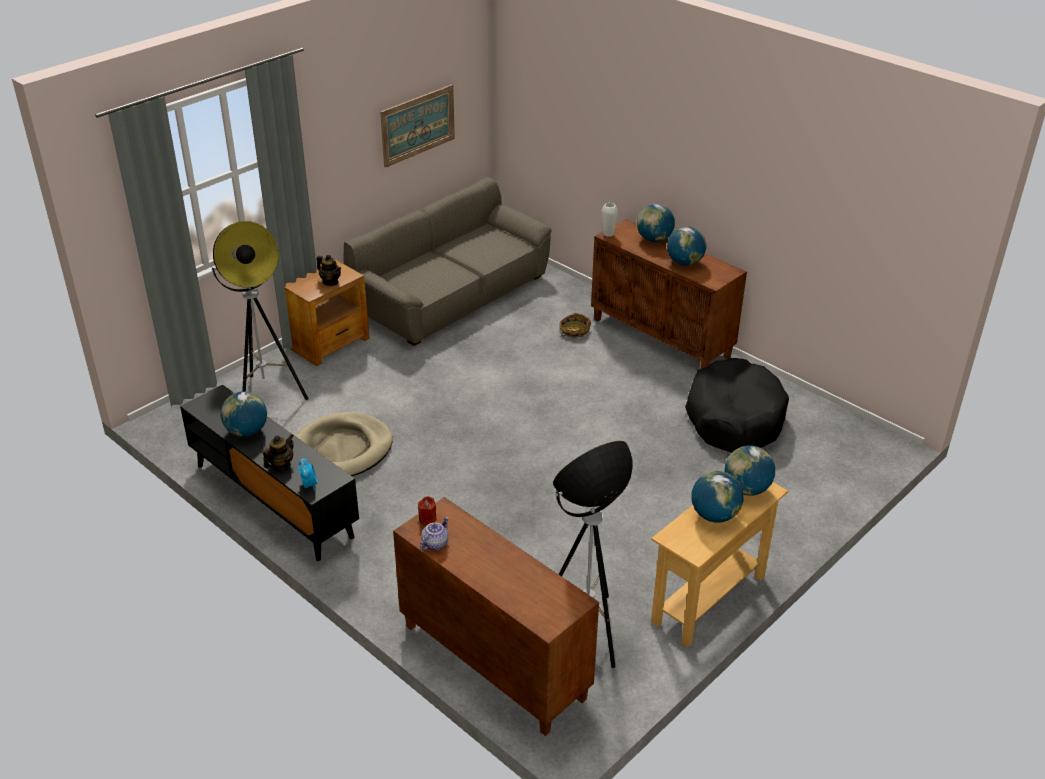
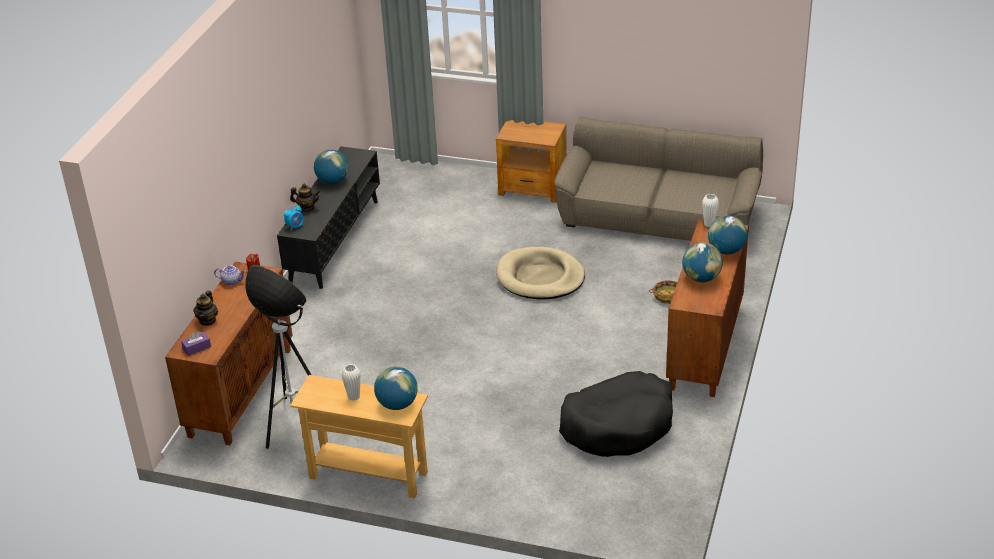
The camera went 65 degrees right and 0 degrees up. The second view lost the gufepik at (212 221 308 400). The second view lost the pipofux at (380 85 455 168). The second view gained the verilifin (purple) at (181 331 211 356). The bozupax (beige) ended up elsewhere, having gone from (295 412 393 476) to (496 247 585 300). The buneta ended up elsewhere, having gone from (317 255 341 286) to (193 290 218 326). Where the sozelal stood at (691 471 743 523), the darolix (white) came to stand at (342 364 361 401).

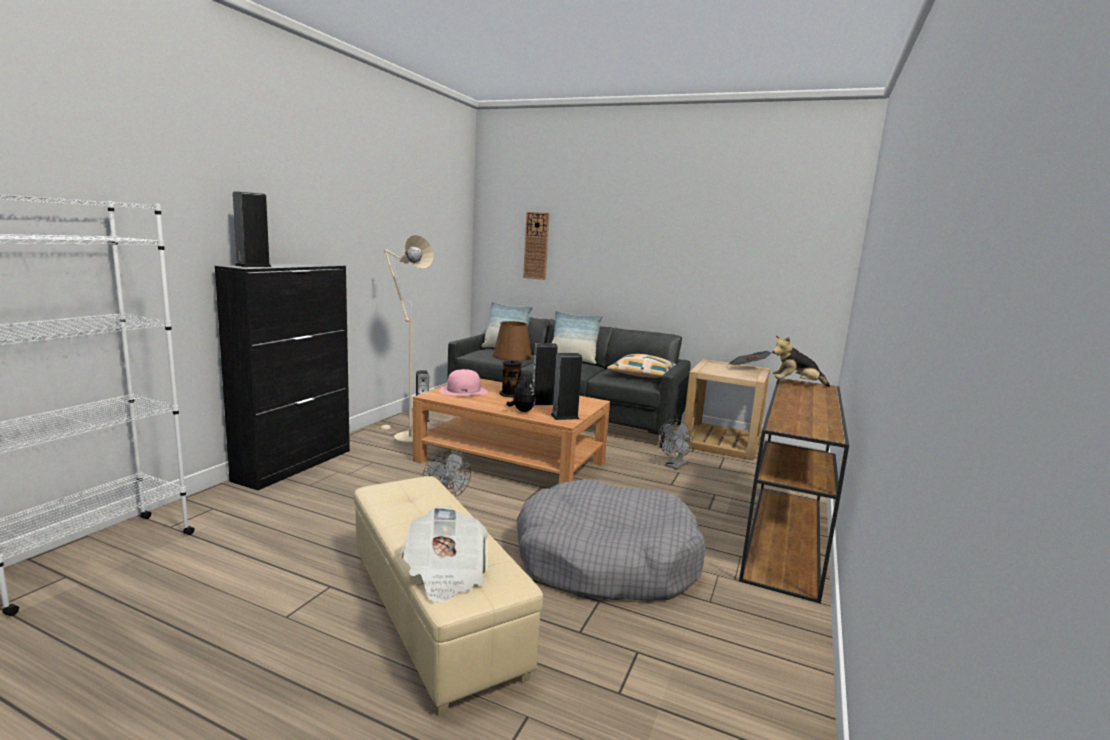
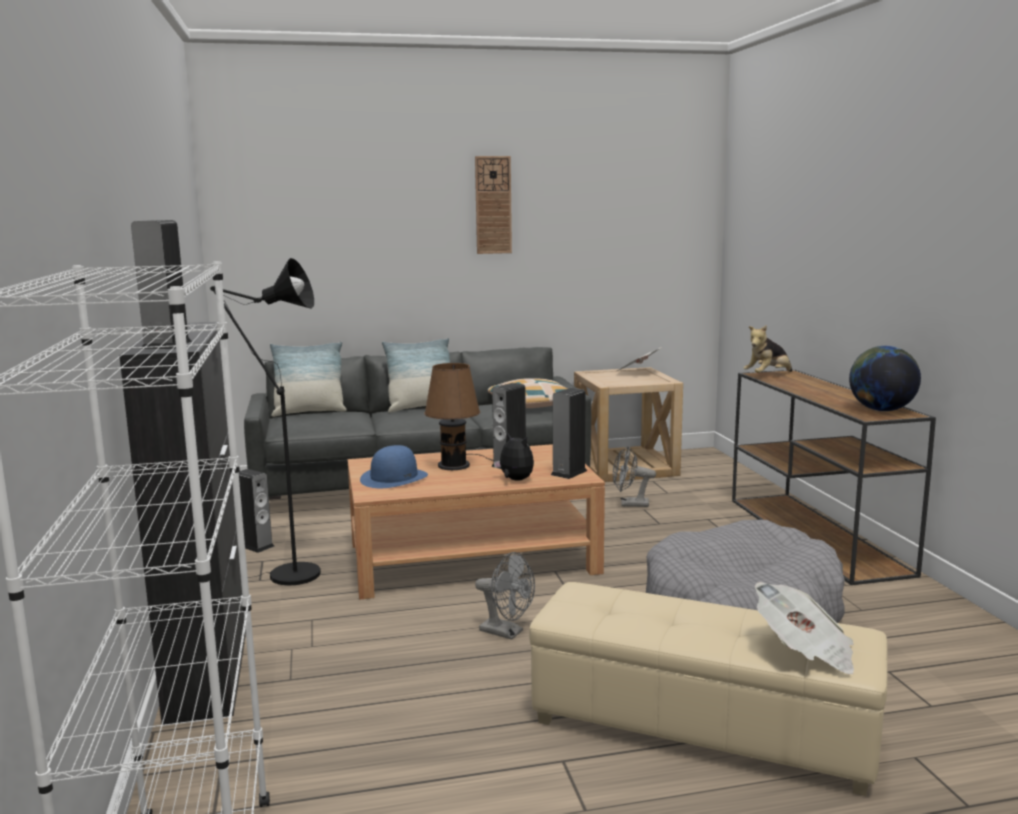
The camera went 35 degrees left and 0 degrees up. The second view gained the sozelal at (849 346 921 411). The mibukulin ended up elsewhere, having gone from (523 212 549 280) to (475 156 512 254). What was the gufepik (beige) at (377 235 434 444) turned into the gufepik (black) at (210 258 321 586). What was the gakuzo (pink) at (440 369 488 395) turned into the gakuzo (blue) at (360 445 428 488). The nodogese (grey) at (658 419 693 469) ended up facing another way, 90 degrees clockwise from before.

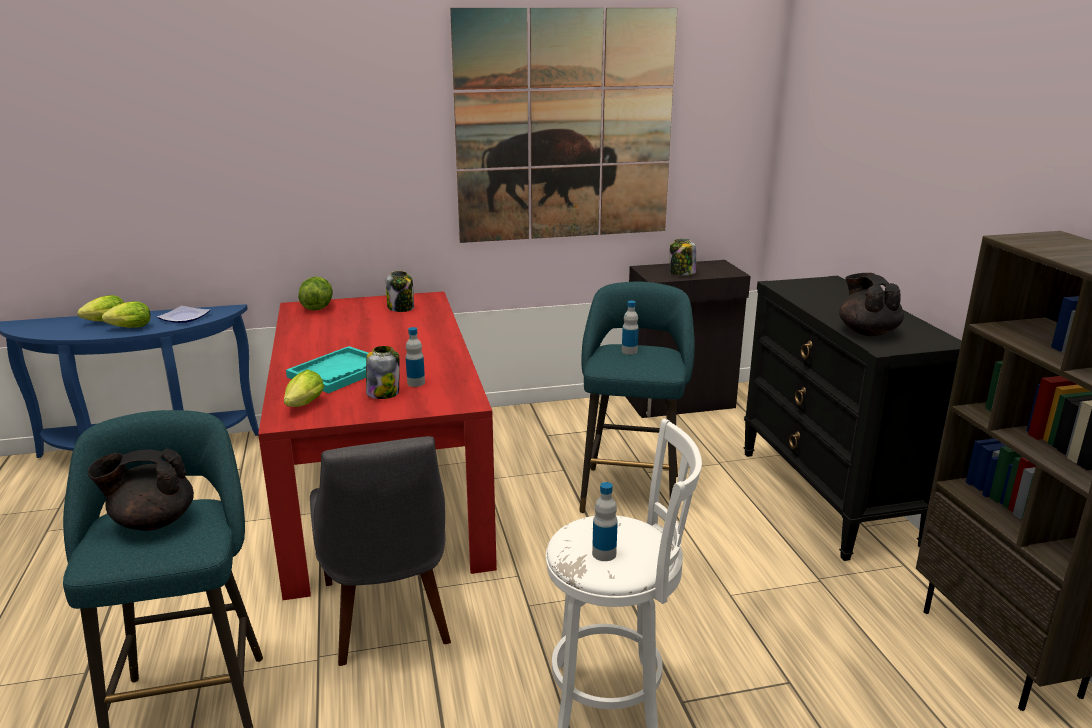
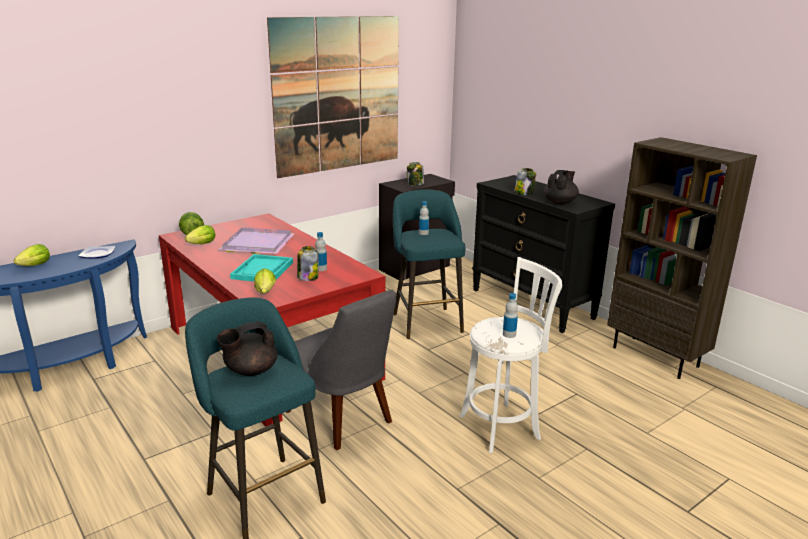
The camera went 25 degrees left and 0 degrees up. The second view gained the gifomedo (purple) at (218 228 295 254). The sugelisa ended up elsewhere, having gone from (102 301 150 328) to (185 225 215 244). The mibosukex ended up elsewhere, having gone from (386 271 414 312) to (515 168 536 195). The buneta (black) at (839 273 904 336) ended up facing another way, 75 degrees clockwise from before.

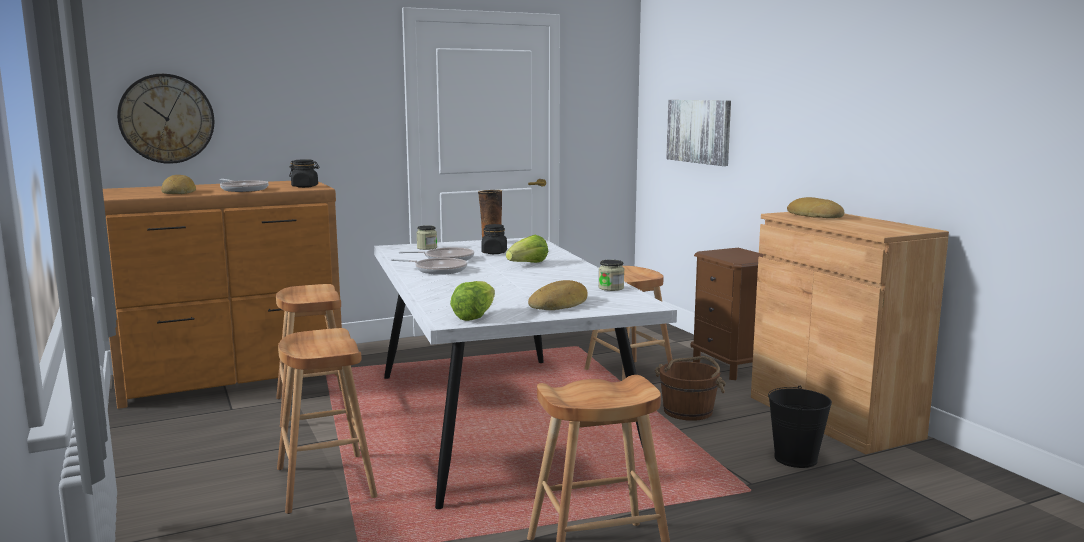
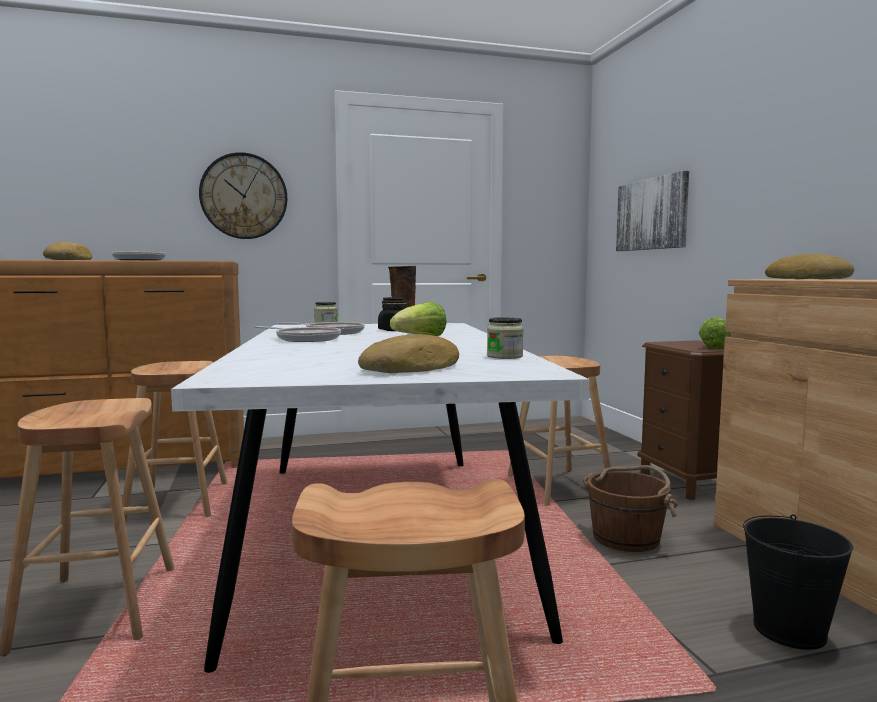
The camera went 10 degrees right and 5 degrees down. The second view lost the mibosukex (black) at (289 159 320 188). The mibukulin ended up elsewhere, having gone from (117 74 214 164) to (199 152 287 239). The sugelisa ended up elsewhere, having gone from (450 281 495 321) to (699 317 731 349).

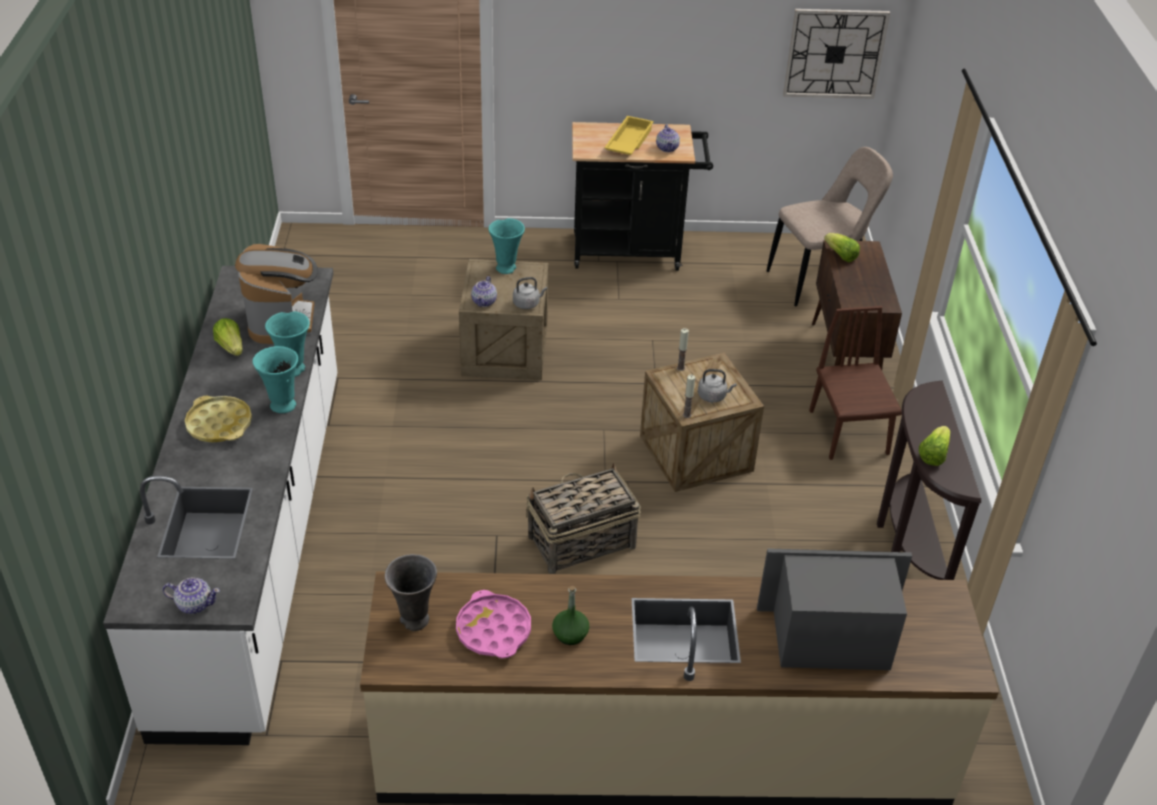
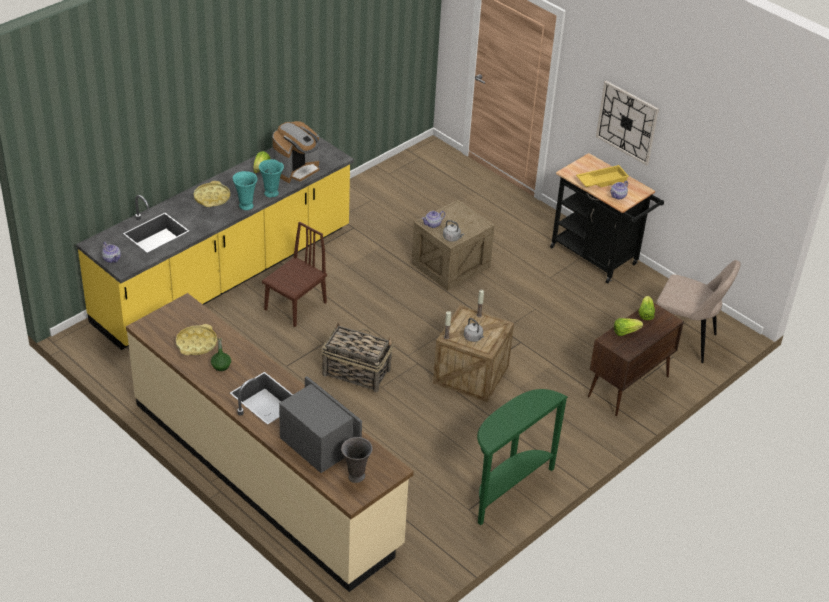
The camera went 45 degrees right and 0 degrees up. The second view lost the darolix (turquoise) at (489 218 525 274). The darolix (grey) ended up elsewhere, having gone from (385 554 437 631) to (341 437 372 483). The mibukulin ended up elsewhere, having gone from (783 9 890 99) to (596 81 659 166). The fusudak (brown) ended up elsewhere, having gone from (809 306 902 460) to (262 222 327 327). The sugelisa ended up elsewhere, having gone from (919 426 950 466) to (614 318 643 336). What was the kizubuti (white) at (103 266 337 745) turned into the kizubuti (yellow) at (76 137 354 350). What was the gifomedo (pink) at (456 590 531 658) turned into the gifomedo (yellow) at (176 324 217 355). What was the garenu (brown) at (877 381 981 580) turned into the garenu (green) at (477 389 568 525).

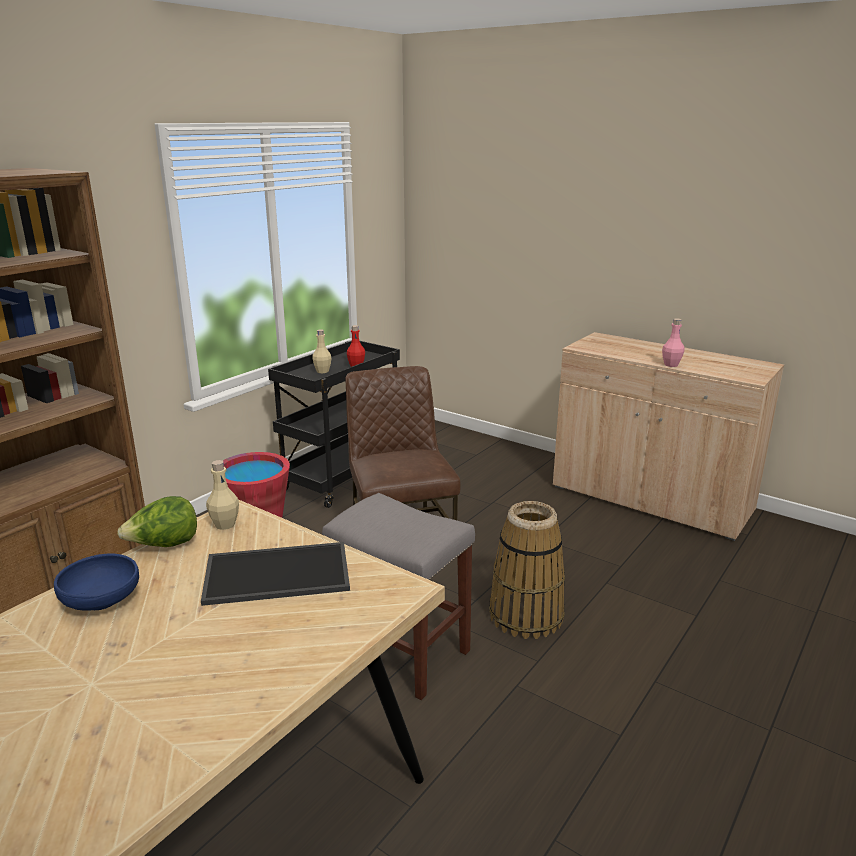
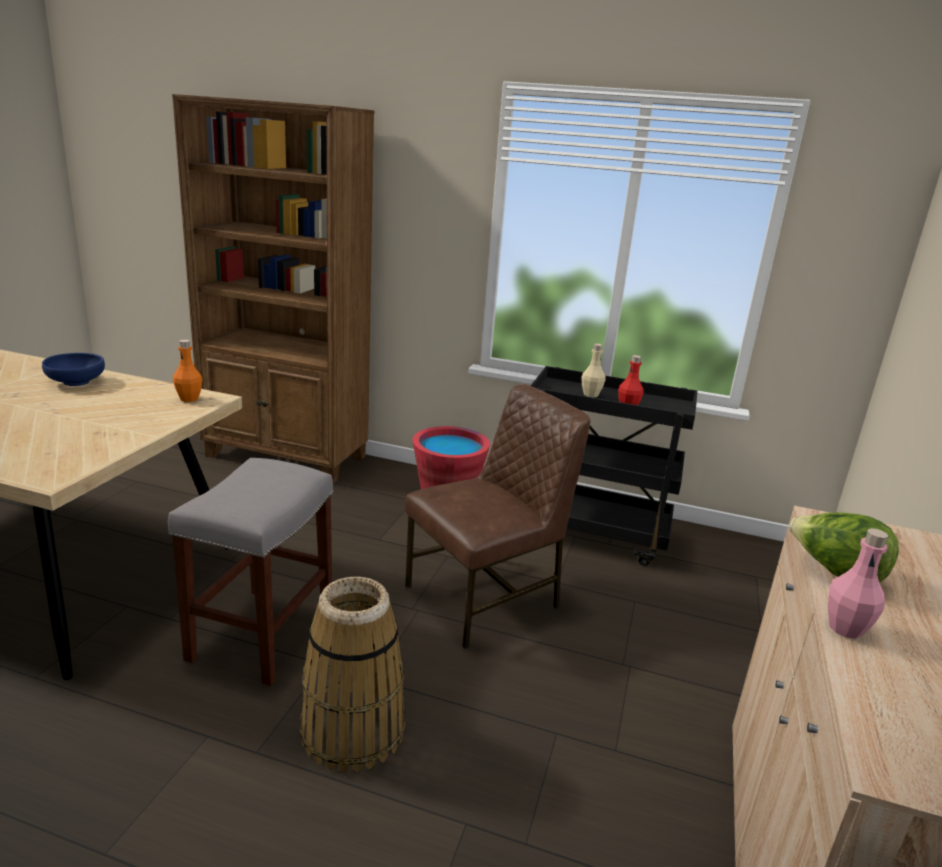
The camera went 70 degrees right and 0 degrees up. The second view lost the gifomedo at (201 542 350 606). The sugelisa ended up elsewhere, having gone from (117 496 197 547) to (789 512 899 583). What was the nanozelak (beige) at (206 460 239 530) turned into the nanozelak (orange) at (173 339 202 402).

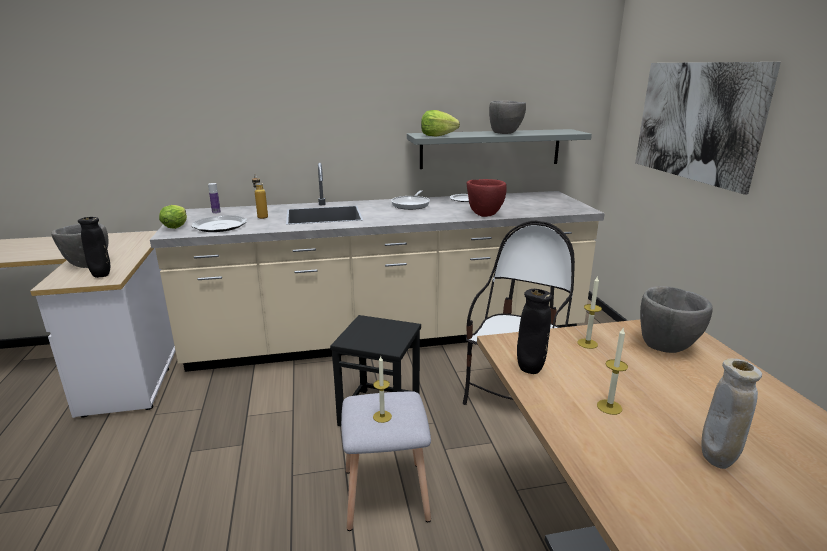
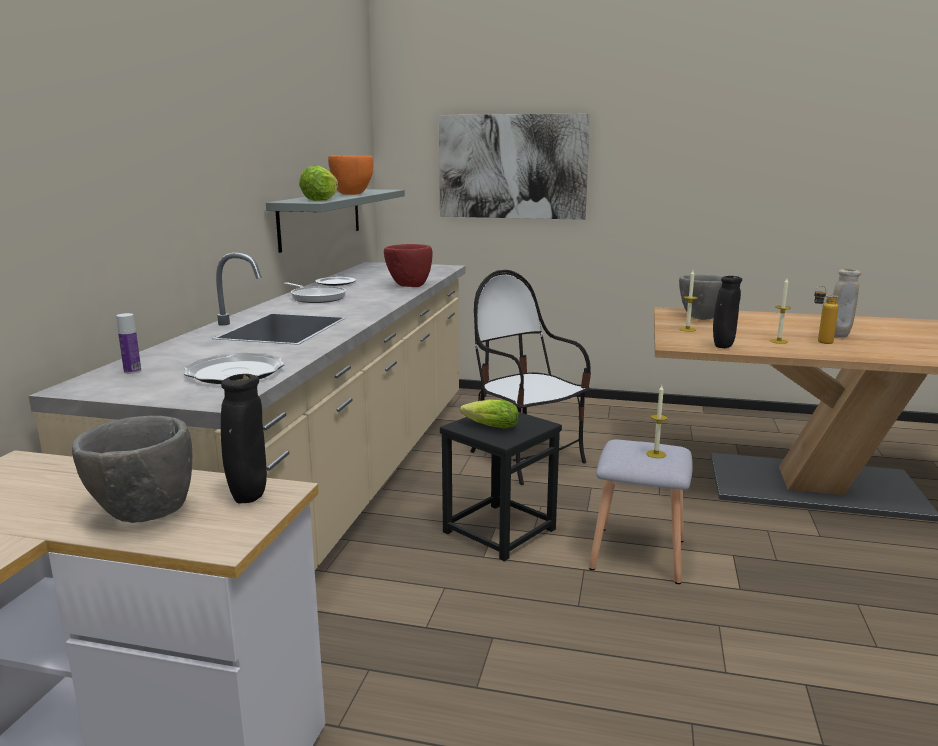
The camera went 65 degrees left and 5 degrees down. The sugelisa ended up elsewhere, having gone from (159 205 187 229) to (460 399 519 429). The nanozelak ended up elsewhere, having gone from (252 174 268 219) to (814 286 839 344). What was the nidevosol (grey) at (489 101 526 134) turned into the nidevosol (orange) at (328 155 373 195).

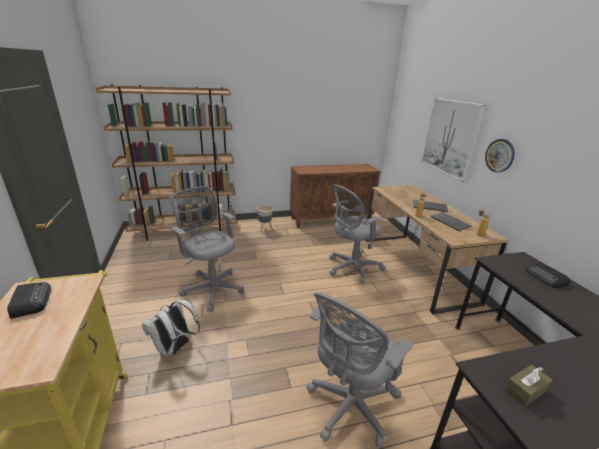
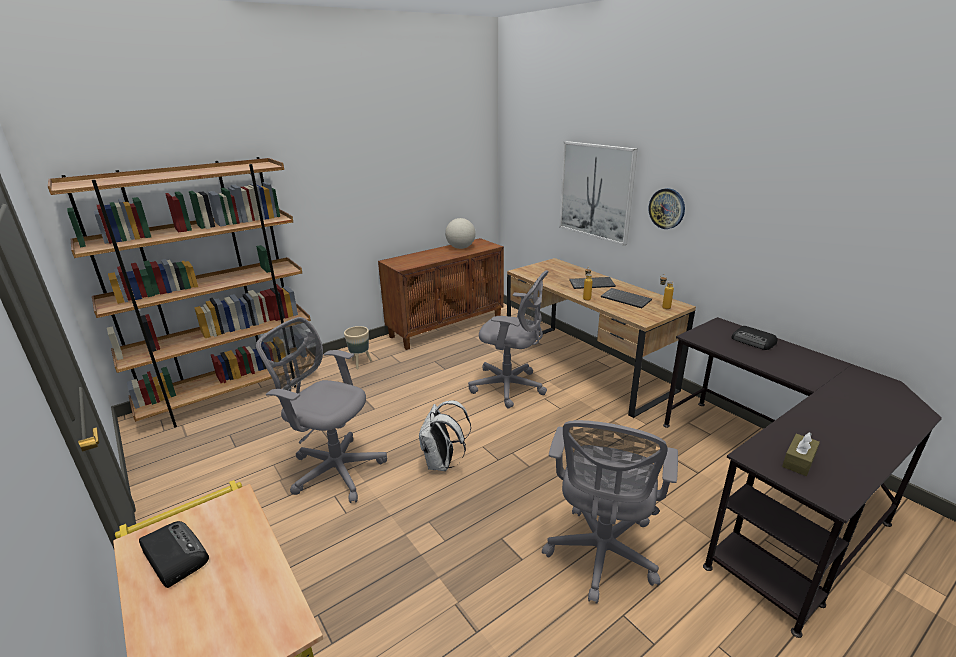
The camera went 20 degrees left and 0 degrees up. The second view gained the sozelal at (445 218 476 249). The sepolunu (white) ended up elsewhere, having gone from (142 298 200 357) to (419 400 471 471). The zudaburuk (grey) at (329 185 386 284) ended up facing another way, 105 degrees counterclockwise from before.

